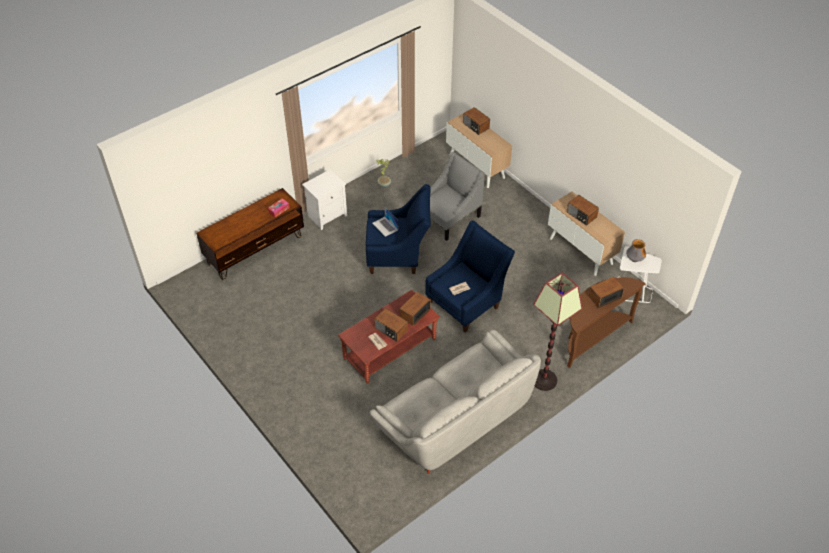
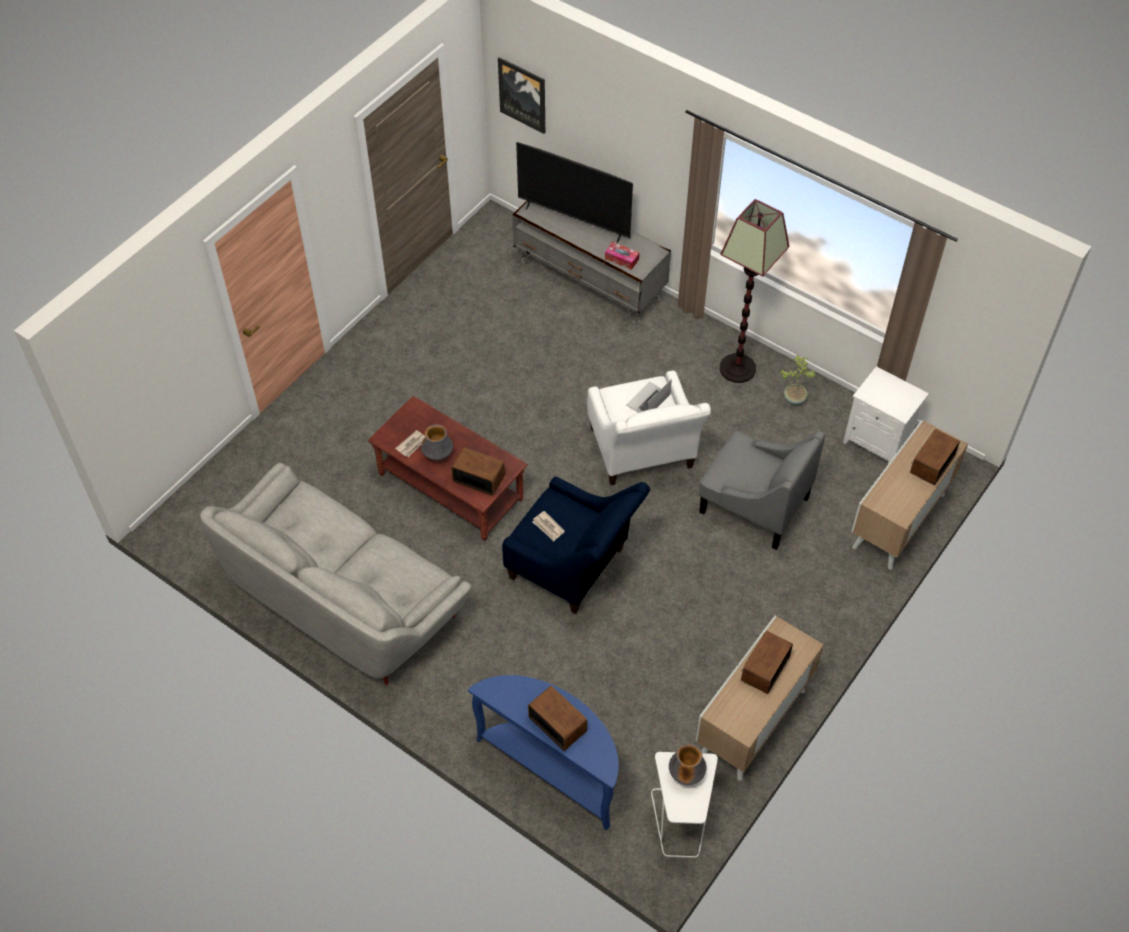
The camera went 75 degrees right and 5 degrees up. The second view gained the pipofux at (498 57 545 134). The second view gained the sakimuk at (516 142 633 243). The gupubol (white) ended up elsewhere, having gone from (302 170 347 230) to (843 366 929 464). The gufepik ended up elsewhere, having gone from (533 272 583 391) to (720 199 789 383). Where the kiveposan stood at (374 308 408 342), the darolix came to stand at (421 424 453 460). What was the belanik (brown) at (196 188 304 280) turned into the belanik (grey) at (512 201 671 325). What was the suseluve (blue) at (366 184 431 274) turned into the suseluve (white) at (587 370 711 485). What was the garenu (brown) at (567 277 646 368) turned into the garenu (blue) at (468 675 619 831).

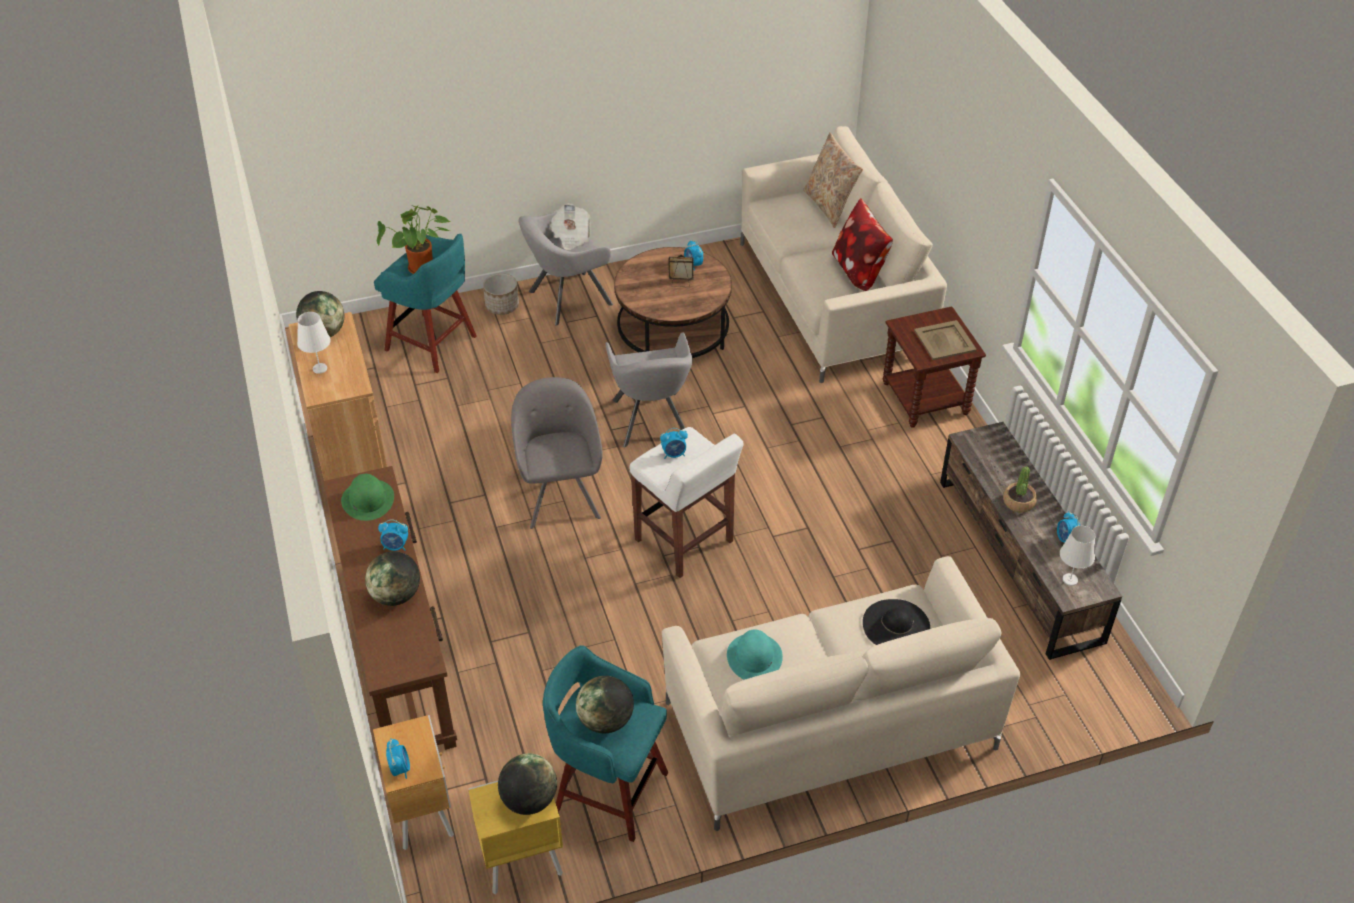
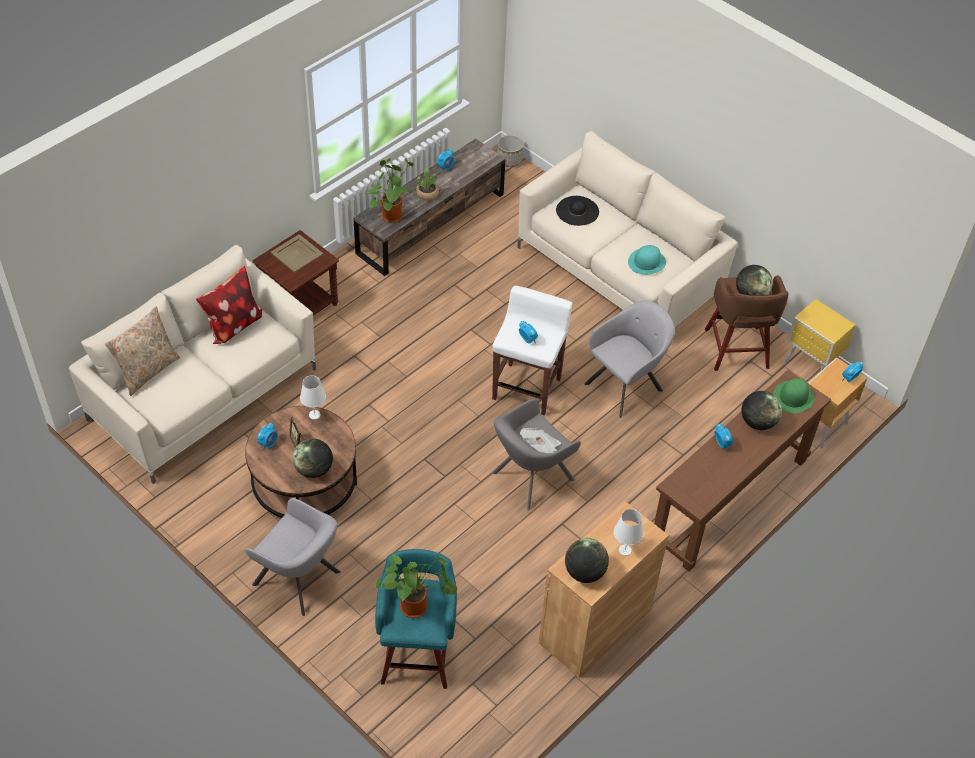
The camera went 120 degrees left and 5 degrees up. The second view gained the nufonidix at (366 158 414 222). The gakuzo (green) ended up elsewhere, having gone from (341 474 394 521) to (773 378 814 413). The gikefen ended up elsewhere, having gone from (483 273 519 315) to (497 135 524 167). The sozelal ended up elsewhere, having gone from (498 753 557 815) to (292 439 333 478). The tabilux ended up elsewhere, having gone from (550 203 591 250) to (520 428 561 453). The suseluve (grey) ended up elsewhere, having gone from (606 332 693 447) to (584 300 675 418). The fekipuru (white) ended up elsewhere, having gone from (1060 526 1095 586) to (300 375 326 420). What was the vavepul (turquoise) at (543 645 668 842) turned into the vavepul (brown) at (705 275 789 371).

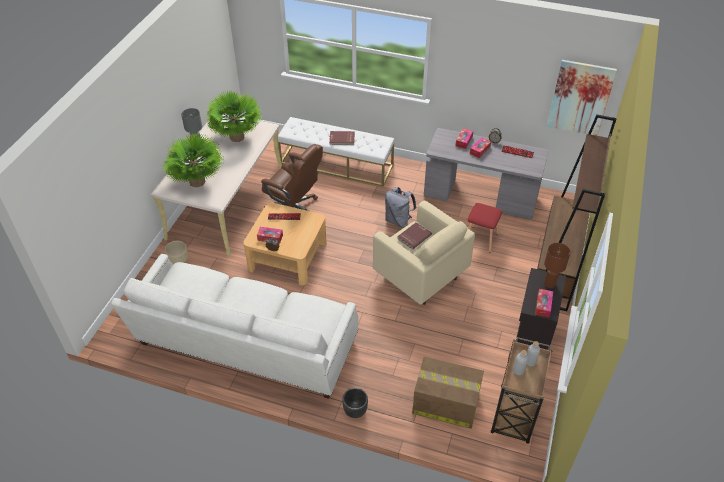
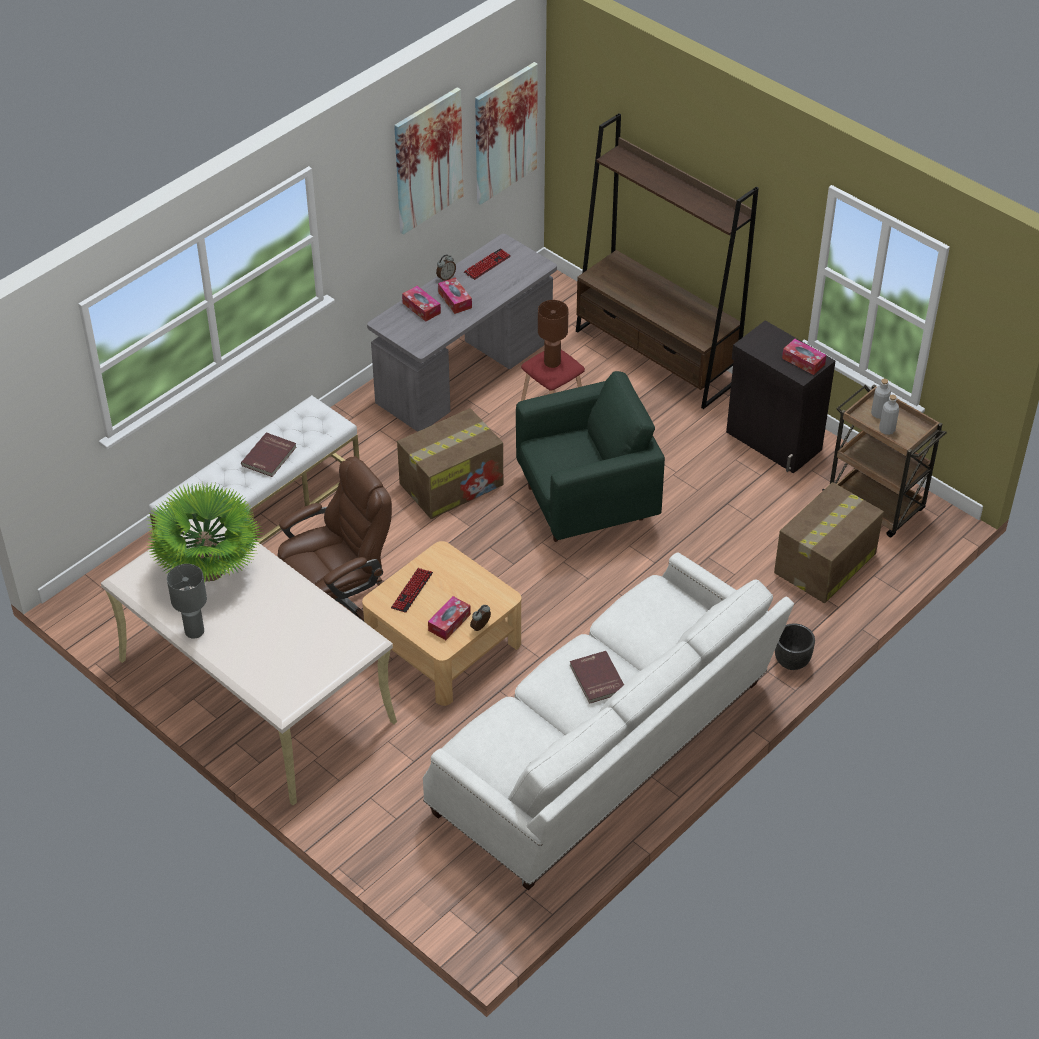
The camera went 65 degrees left and 0 degrees up. The second view lost the nufonidix at (163 132 224 187). The second view lost the gikefen (beige) at (165 241 188 264). The second view gained the pipofux at (394 87 464 235). The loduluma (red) ended up elsewhere, having gone from (397 222 432 249) to (570 651 624 704). The fekipuru (brown) ended up elsewhere, having gone from (544 243 571 288) to (538 300 568 368). Where the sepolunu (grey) stood at (385 187 416 228), the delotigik came to stand at (397 408 503 519). What was the suseluve (beige) at (373 201 475 305) turned into the suseluve (green) at (516 371 665 542).

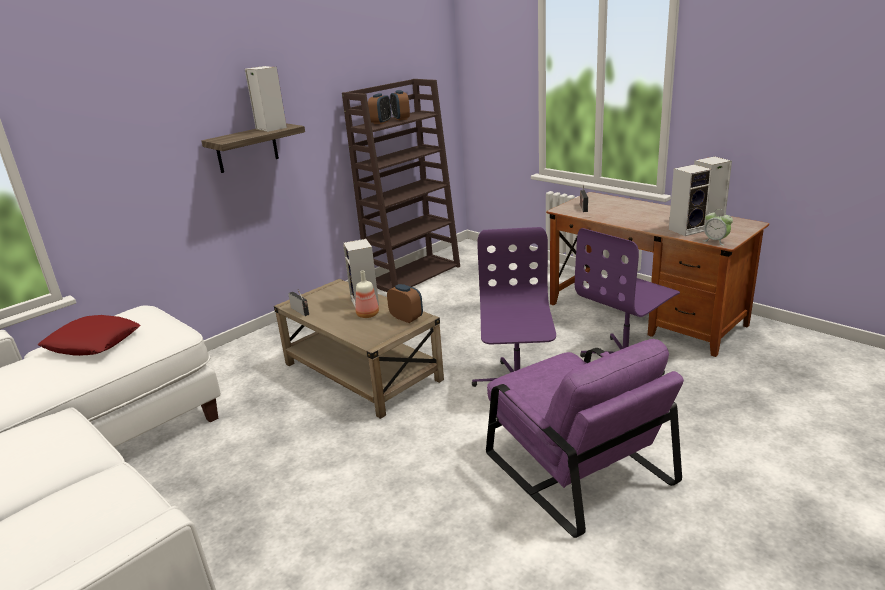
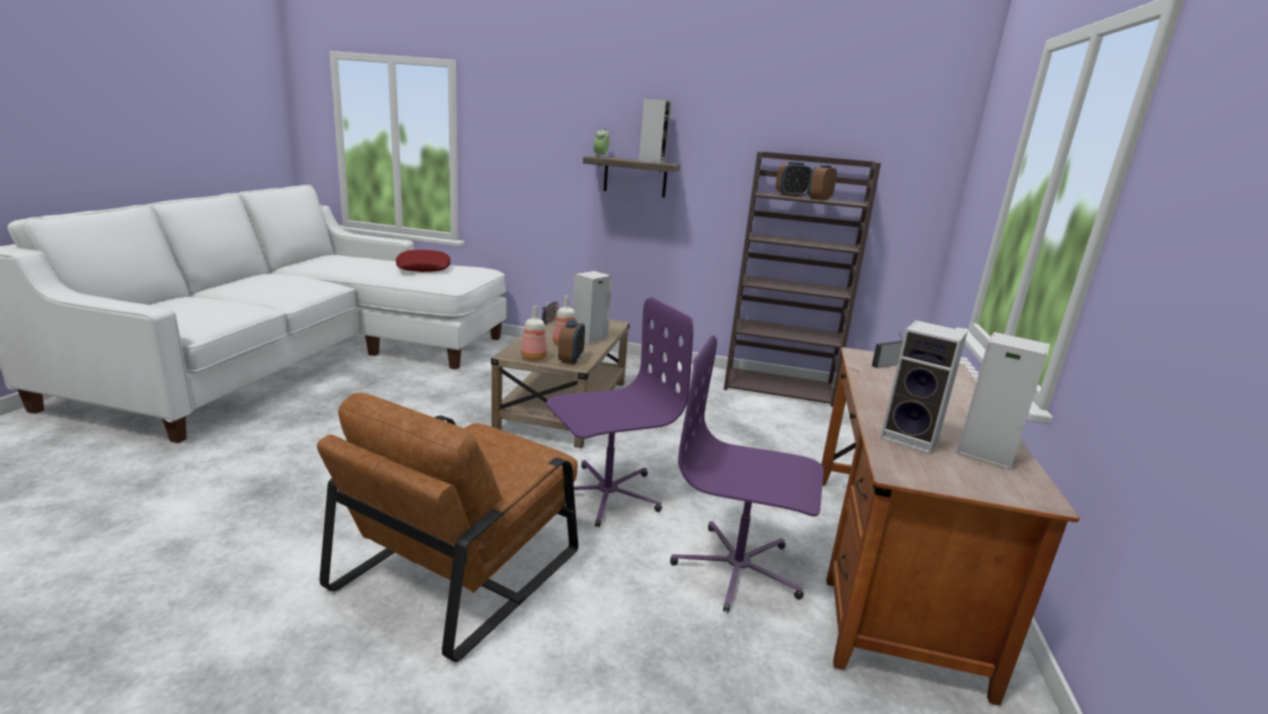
The camera went 55 degrees right and 5 degrees down. The second view gained the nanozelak at (521 306 547 361). The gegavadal ended up elsewhere, having gone from (704 209 733 246) to (593 127 609 157). What was the suseluve (purple) at (486 339 684 538) turned into the suseluve (brown) at (317 393 578 662).

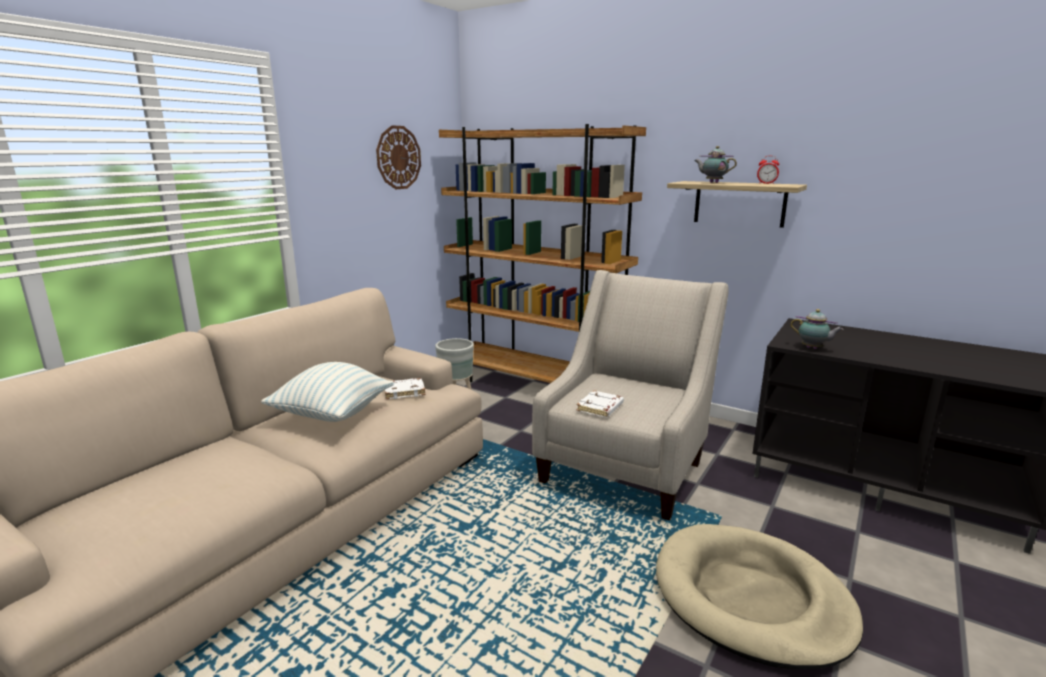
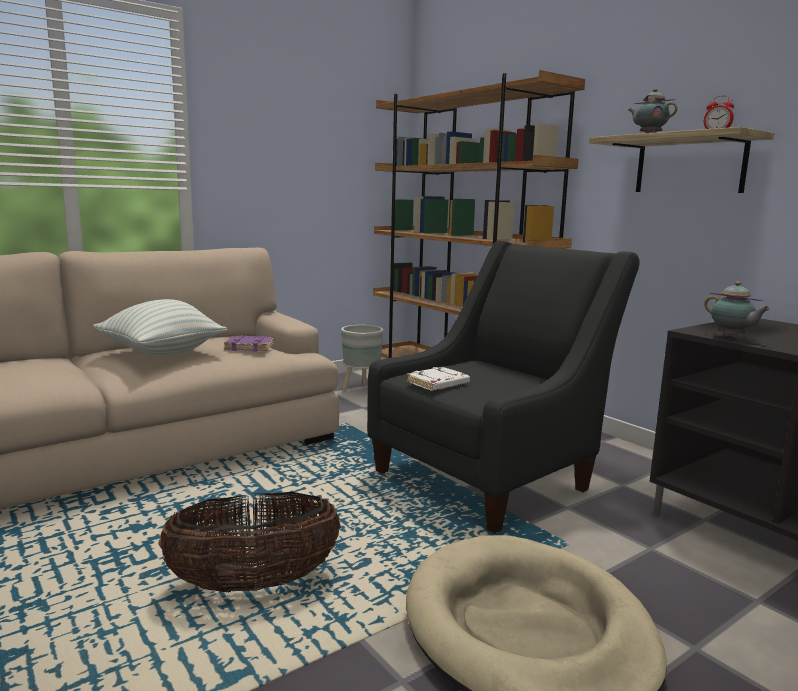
The camera went 20 degrees right and 5 degrees down. The second view lost the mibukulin at (376 125 421 189). The second view gained the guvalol at (158 492 341 593). What was the loduluma (white) at (384 378 426 399) turned into the loduluma (purple) at (224 335 274 352). What was the suseluve (beige) at (532 270 729 520) turned into the suseluve (black) at (367 241 640 533).

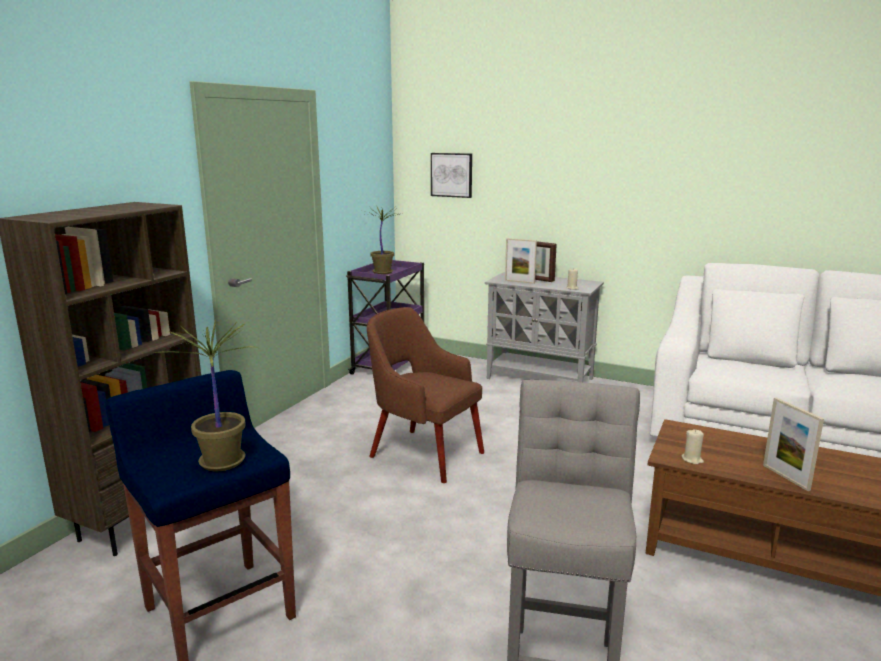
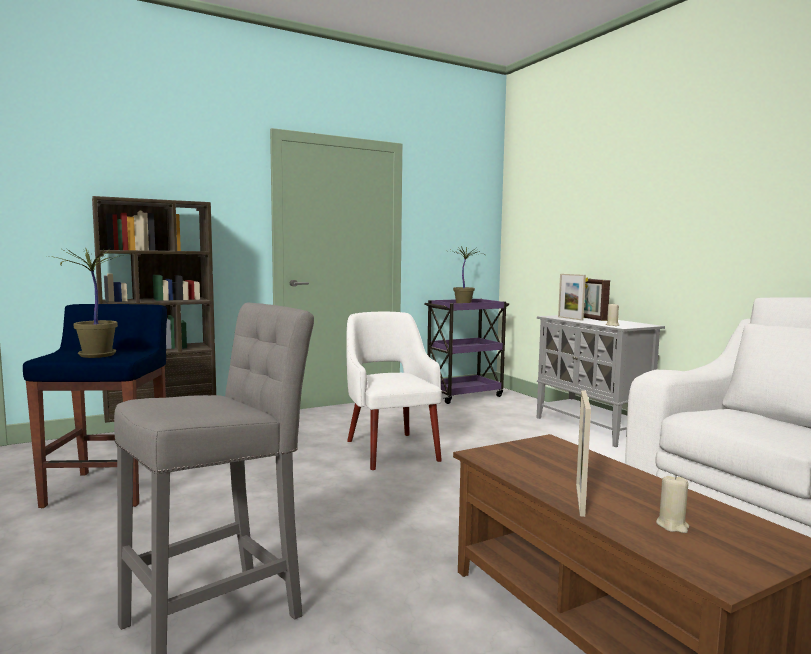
The camera went 35 degrees right and 10 degrees down. The second view lost the pipofux at (431 153 472 198). The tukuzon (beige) ended up elsewhere, having gone from (682 429 704 464) to (656 474 689 533). What was the suseluve (brown) at (367 307 484 483) turned into the suseluve (white) at (347 312 442 470).

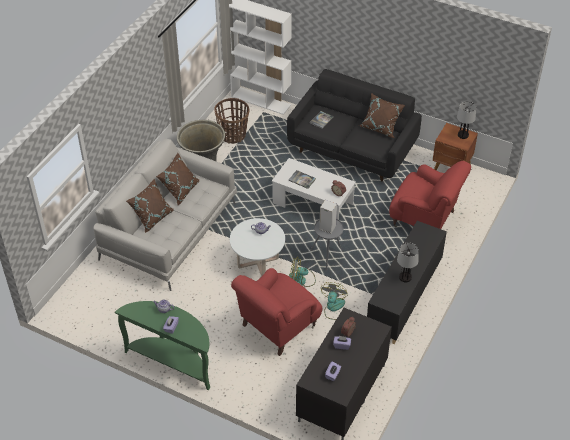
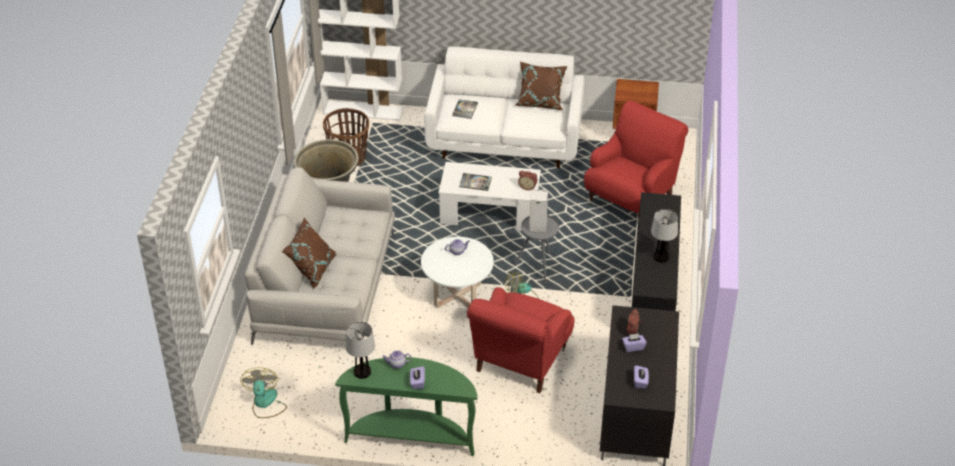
The camera went 20 degrees left and 5 degrees down. The second view lost the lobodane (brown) at (156 153 199 205). The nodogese ended up elsewhere, having gone from (321 282 348 320) to (240 368 287 418). The fekipuru ended up elsewhere, having gone from (457 101 476 139) to (345 322 375 379). What was the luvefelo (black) at (287 69 422 181) turned into the luvefelo (white) at (424 47 584 168). The suseluve (red) at (389 161 471 229) ended up facing another way, 60 degrees counterclockwise from before.

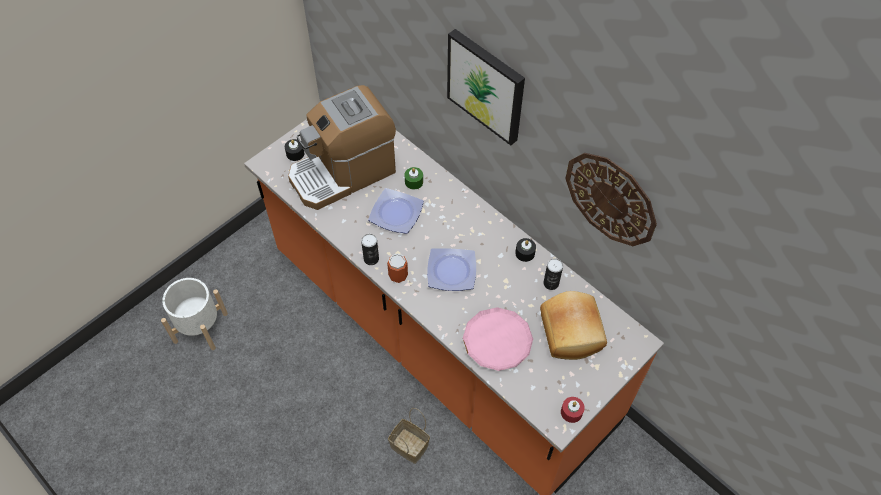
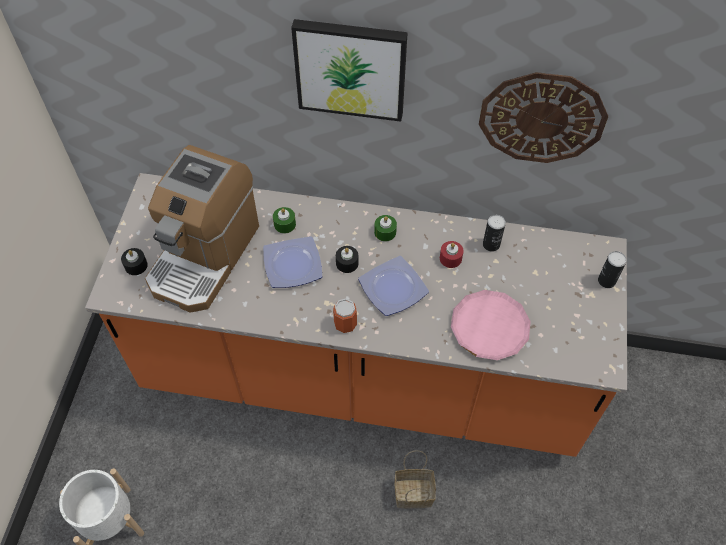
The camera went 35 degrees left and 0 degrees up. The second view lost the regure at (540 291 607 360). The second view gained the tukuzon (green) at (374 215 397 242). The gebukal ended up elsewhere, having gone from (361 234 379 265) to (598 251 627 288). The tukuzon (black) ended up elsewhere, having gone from (515 238 536 262) to (336 246 358 273). The tukuzon (red) ended up elsewhere, having gone from (561 397 585 423) to (440 241 463 268).

